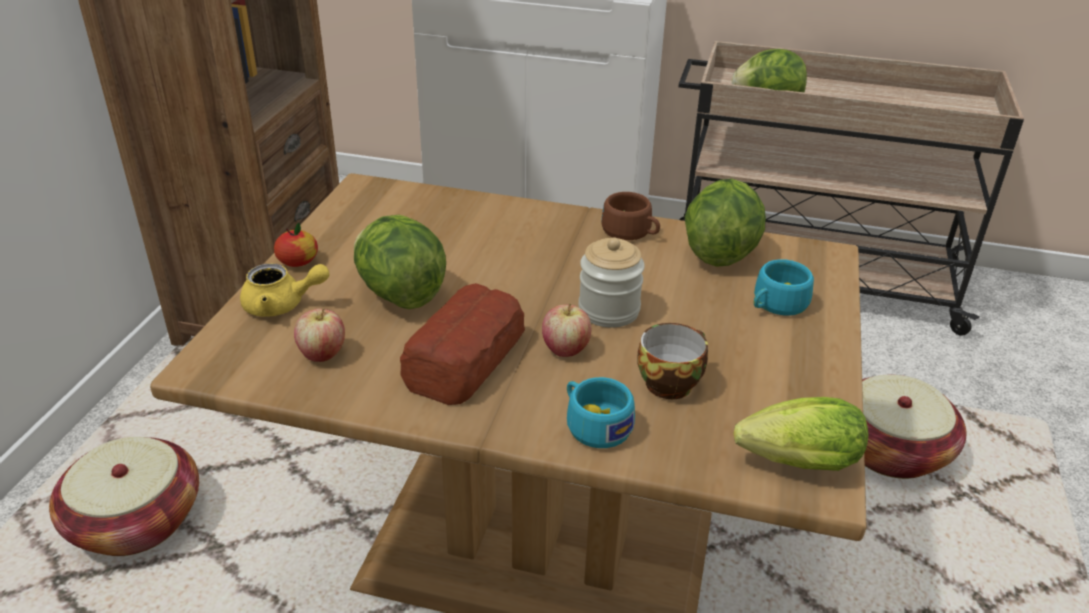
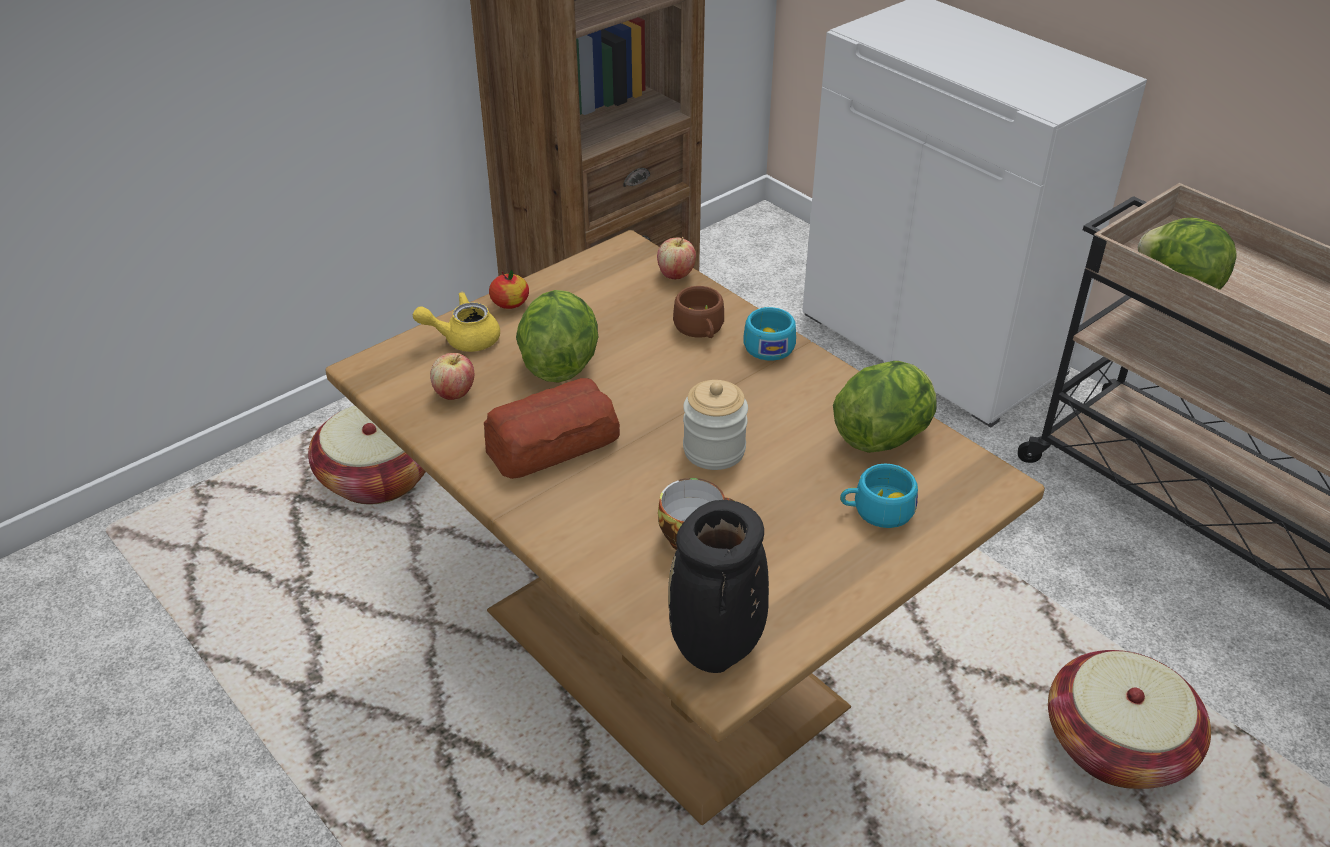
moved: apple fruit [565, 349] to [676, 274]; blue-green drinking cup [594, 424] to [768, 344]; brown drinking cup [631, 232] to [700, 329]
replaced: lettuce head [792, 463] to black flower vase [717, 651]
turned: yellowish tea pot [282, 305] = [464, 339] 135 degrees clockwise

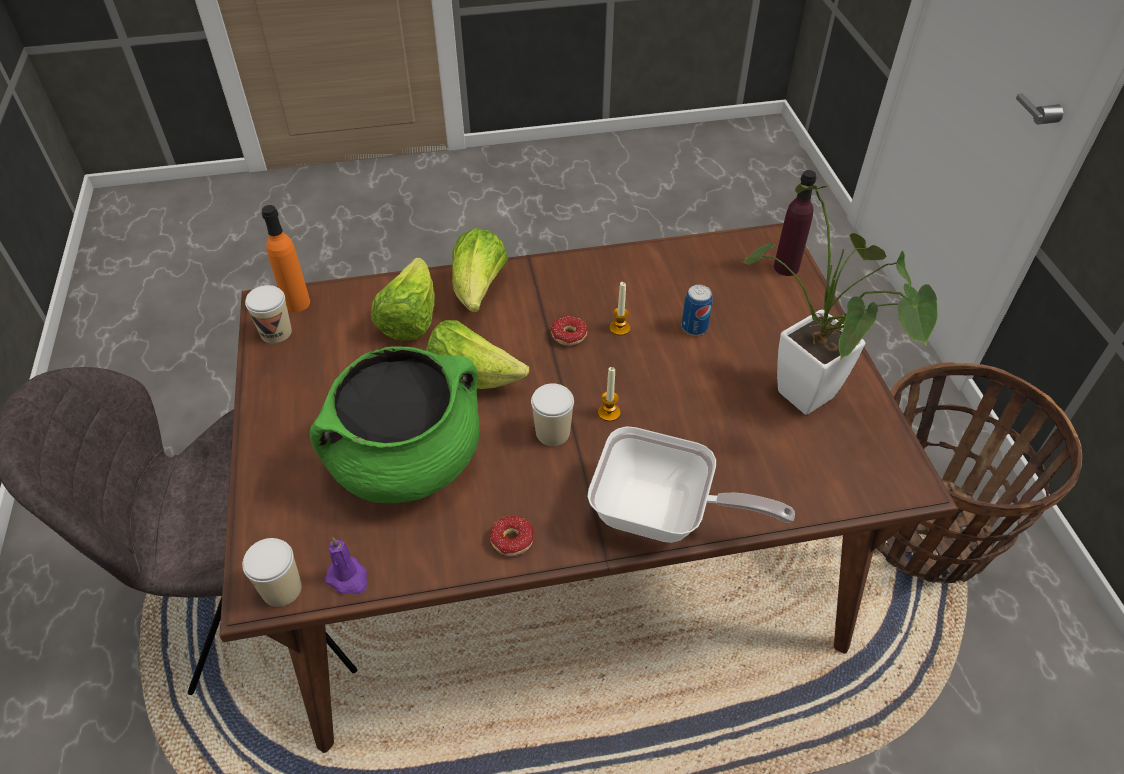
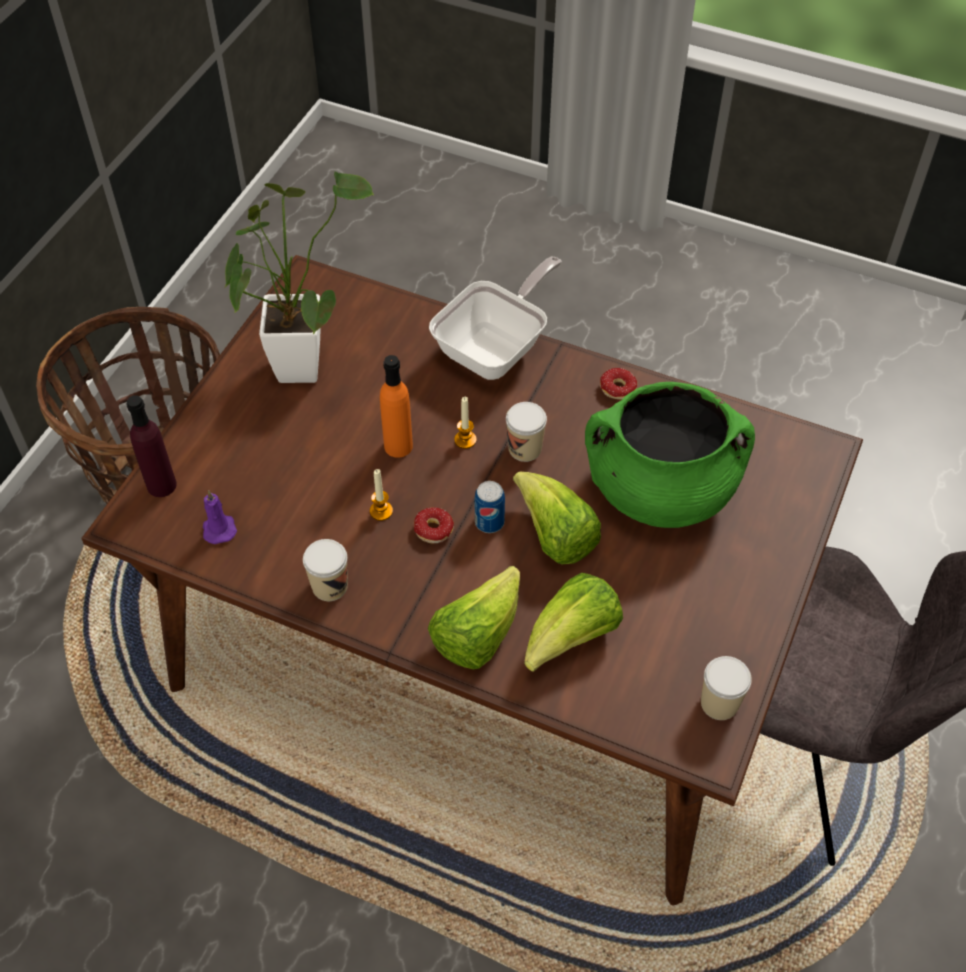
moved: drinking cup [281, 589] to [329, 586]; orange beverage bottle [297, 303] to [398, 446]; purplish candle [348, 578] to [219, 528]; sealed can [694, 327] to [489, 522]
turned: skillet [663, 515] = [496, 348] 75 degrees clockwise

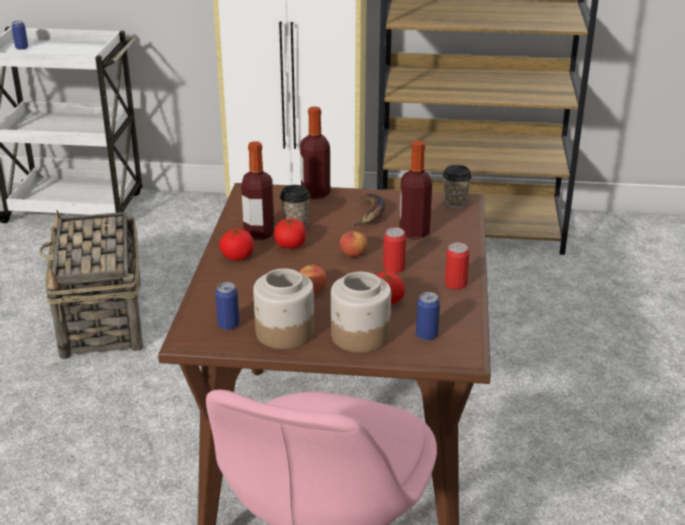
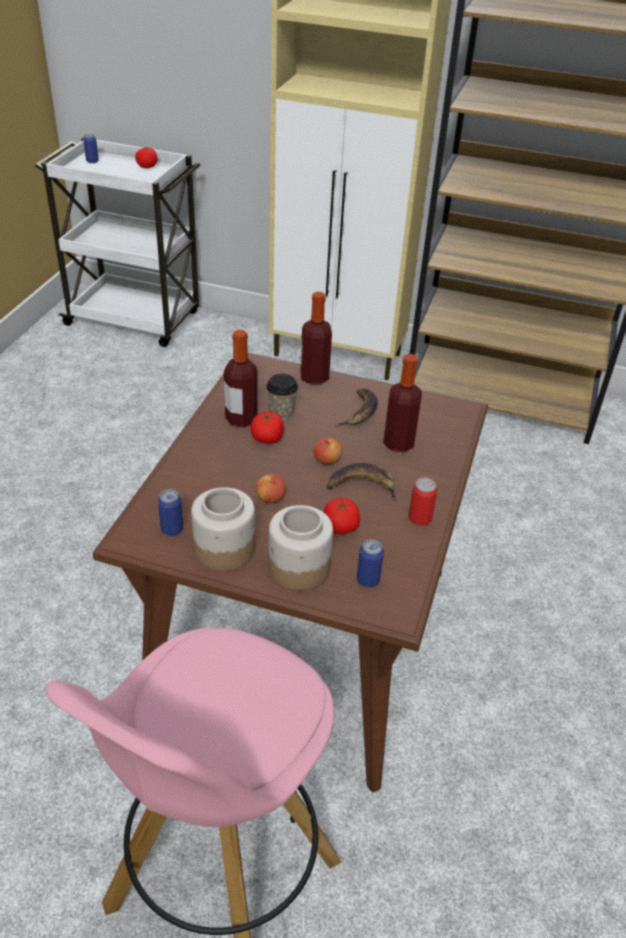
removed: basket [102, 319]; drinking cup [455, 203]
moved: tomato [237, 256] to [147, 166]
replaced: sealed can [393, 268] to banana fruit [362, 486]

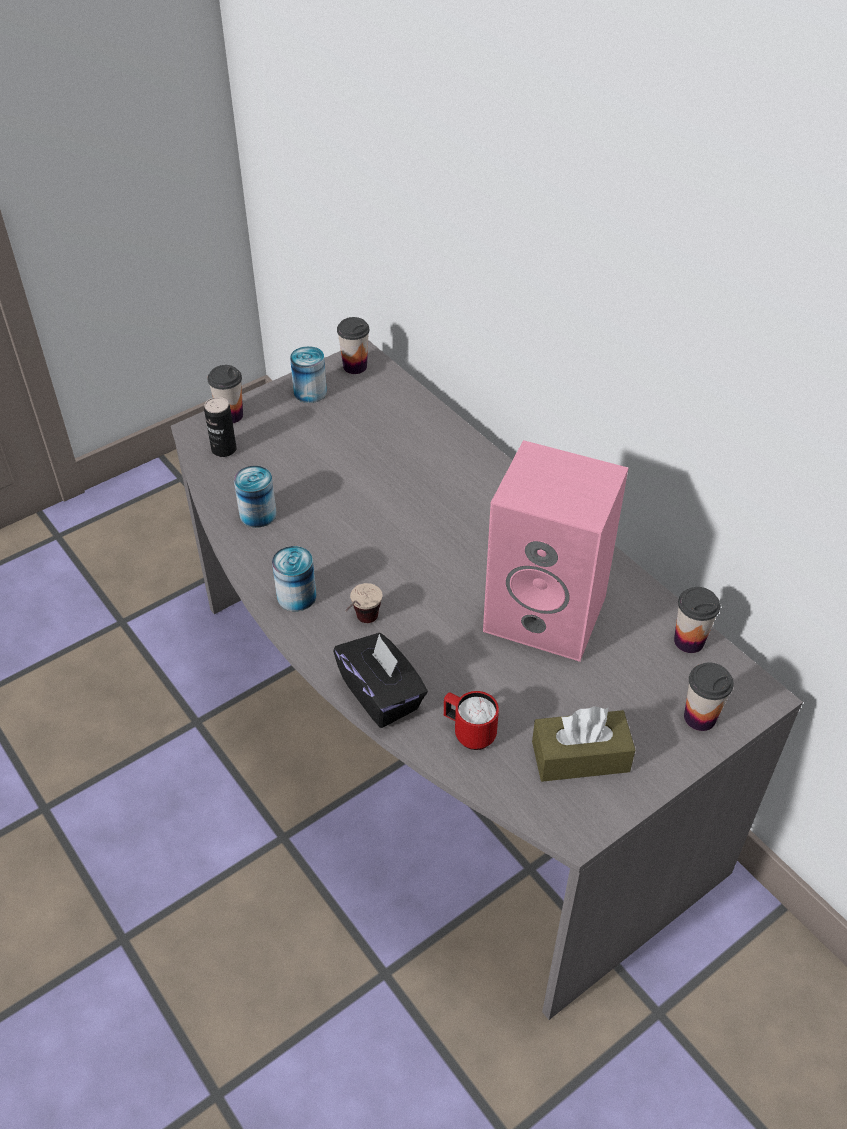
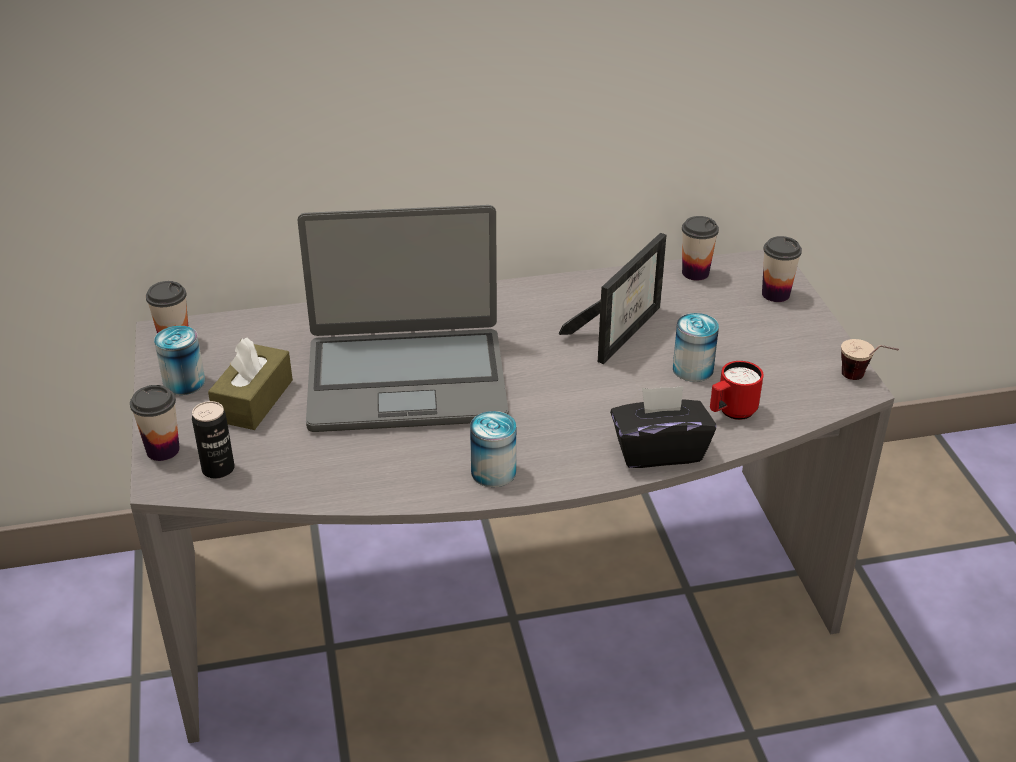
added: laptop [406, 380]
moved: sealed can [258, 514] to [693, 369]; drinking cup [361, 625] to [863, 380]; brown tissue box [580, 756] to [253, 400]
replaced: pink audio speaker [548, 613] to picture frame [620, 329]

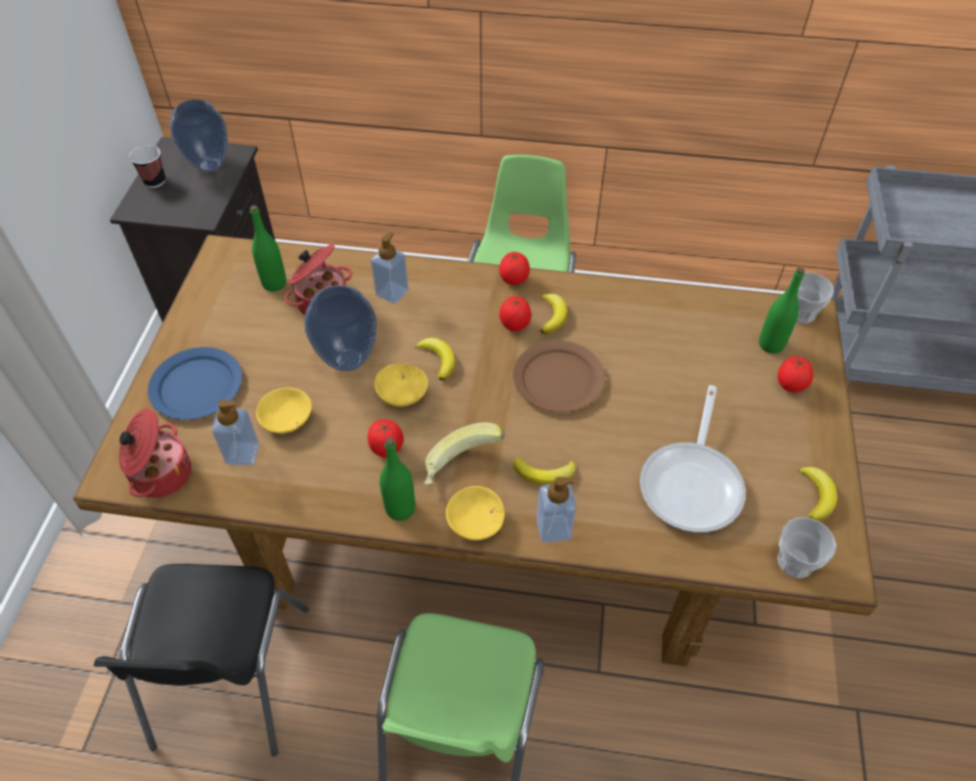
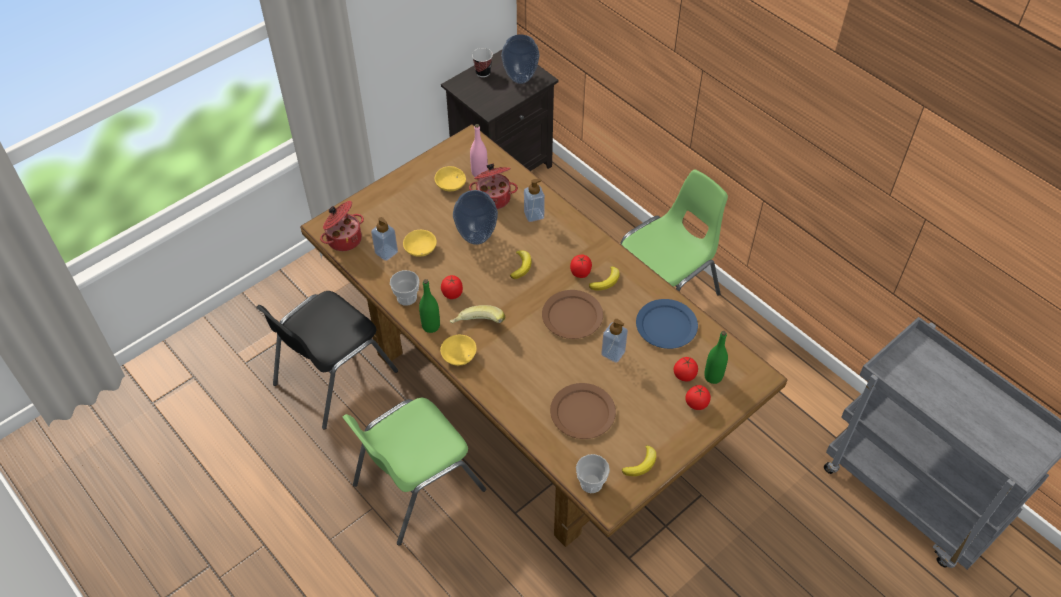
removed: banana fruit [545, 473]
moved: blue flat dish [197, 386] to [666, 326]; yellowish serving bowl [400, 394] to [449, 185]; tomato [513, 280] to [684, 376]; soap dispenser [553, 528] to [613, 353]; drinking cup [801, 313] to [406, 297]
replaced: skillet [693, 483] to brown flat dish [583, 413]
recoloured: green beverage bottle [274, 283] to pink beverage bottle [479, 173]

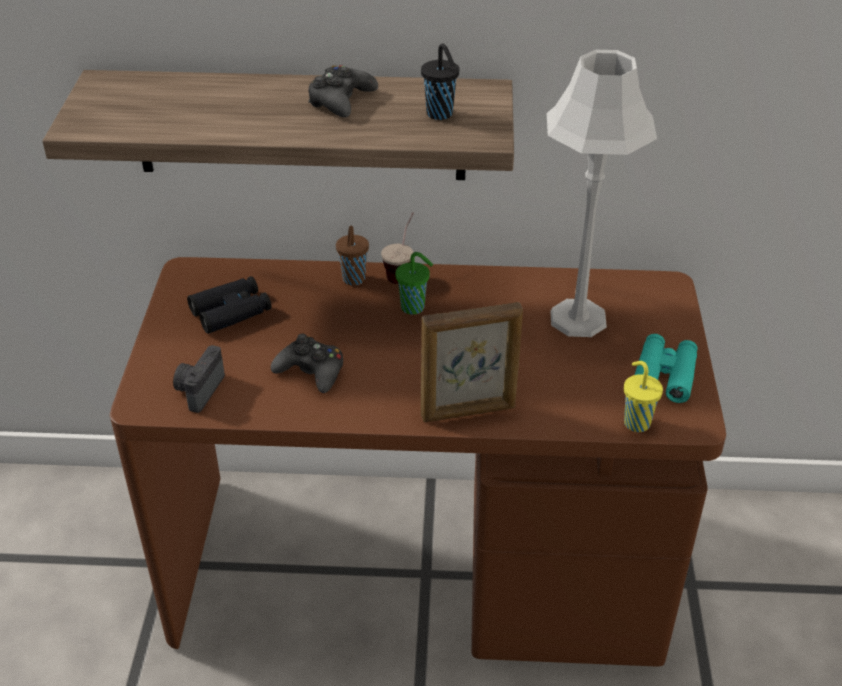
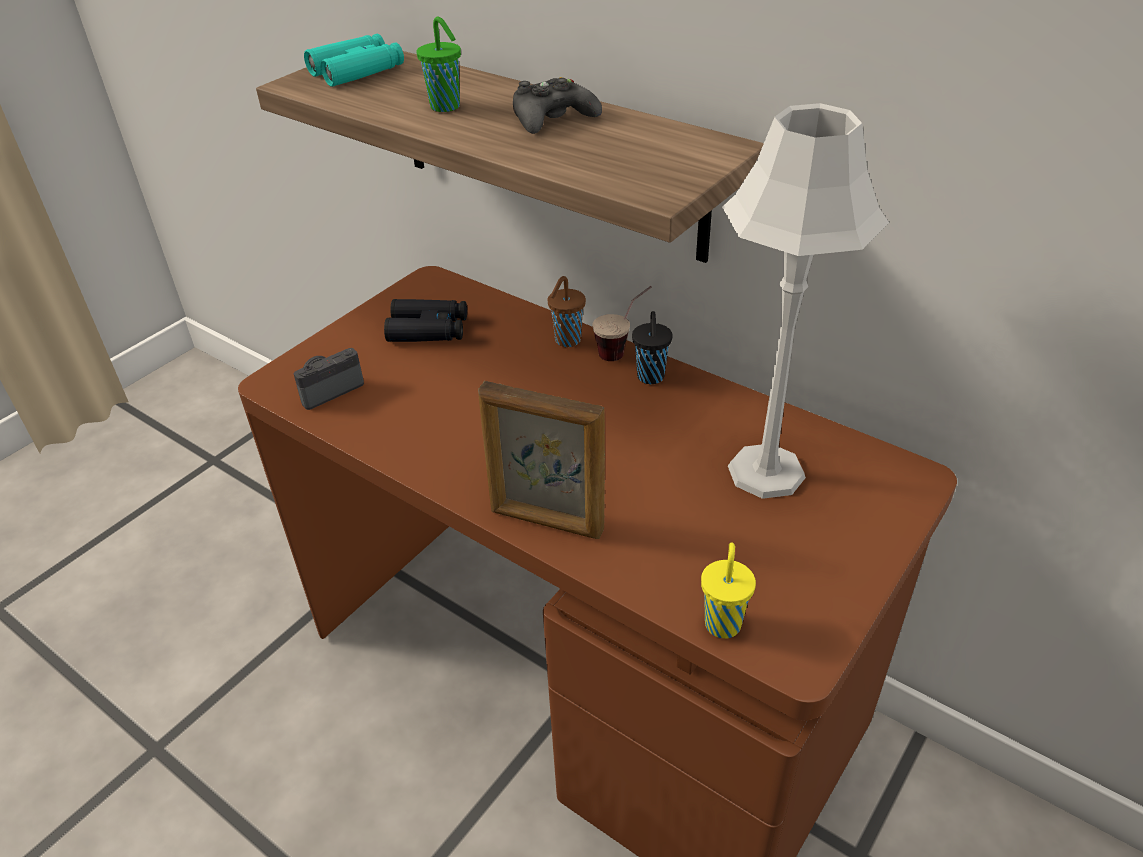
removed: black joypad [311, 371]
moved: green drinking cup [414, 308] to [446, 107]; black drinking cup [440, 114] to [650, 378]; blue-green pair of binoculars [664, 375] to [357, 71]

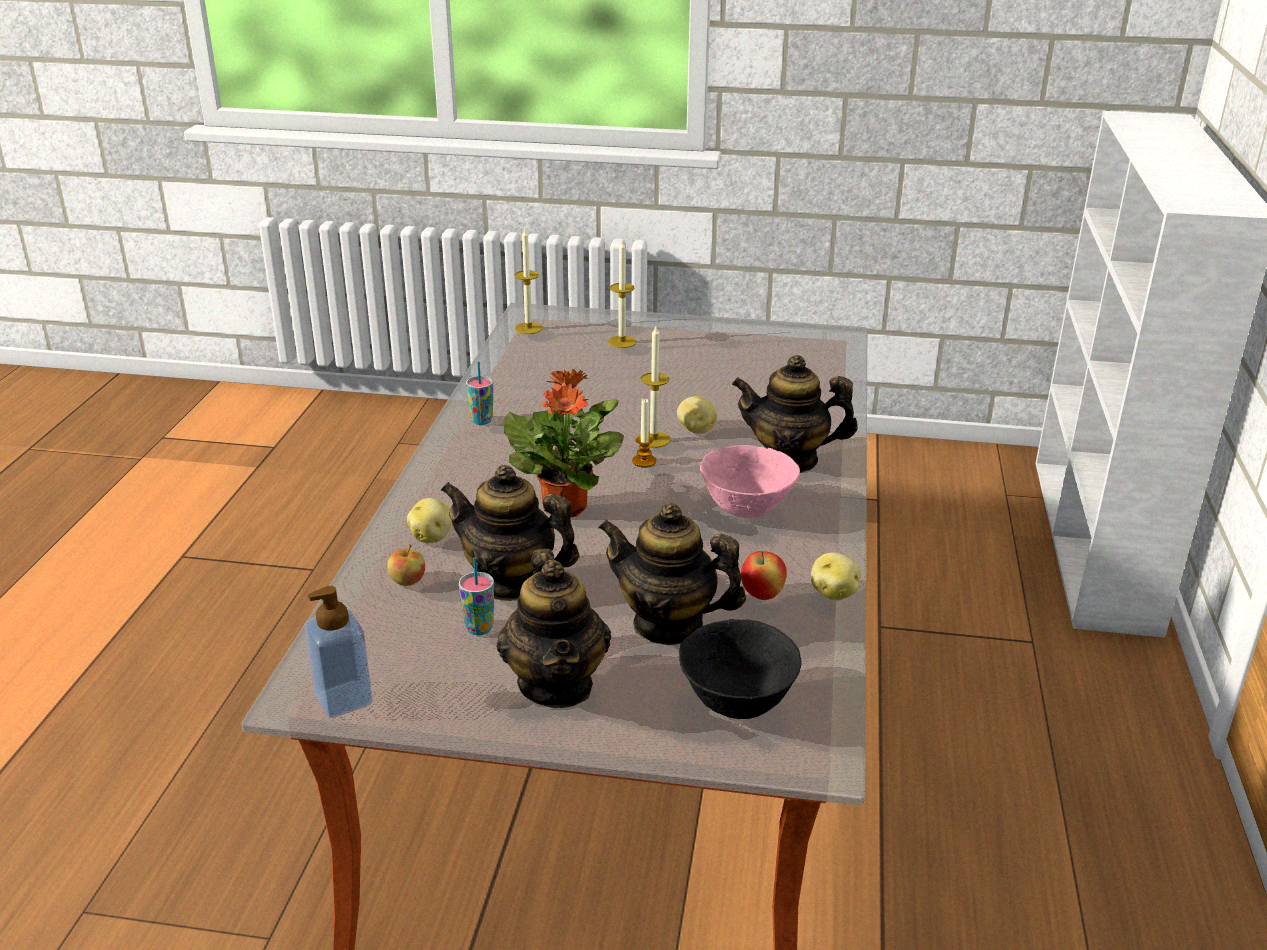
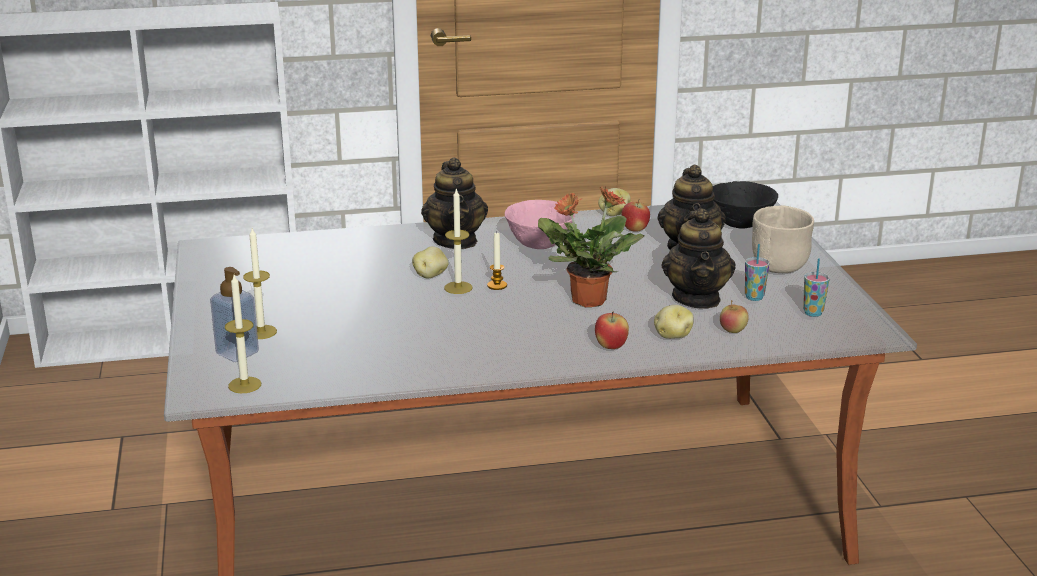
added: apple fruit [611, 347]
moved: soap dispenser [344, 699] to [237, 353]; drinking cup [482, 421] to [813, 313]
replaced: tea pot [556, 684] to beige-coloured serving bowl [778, 267]

